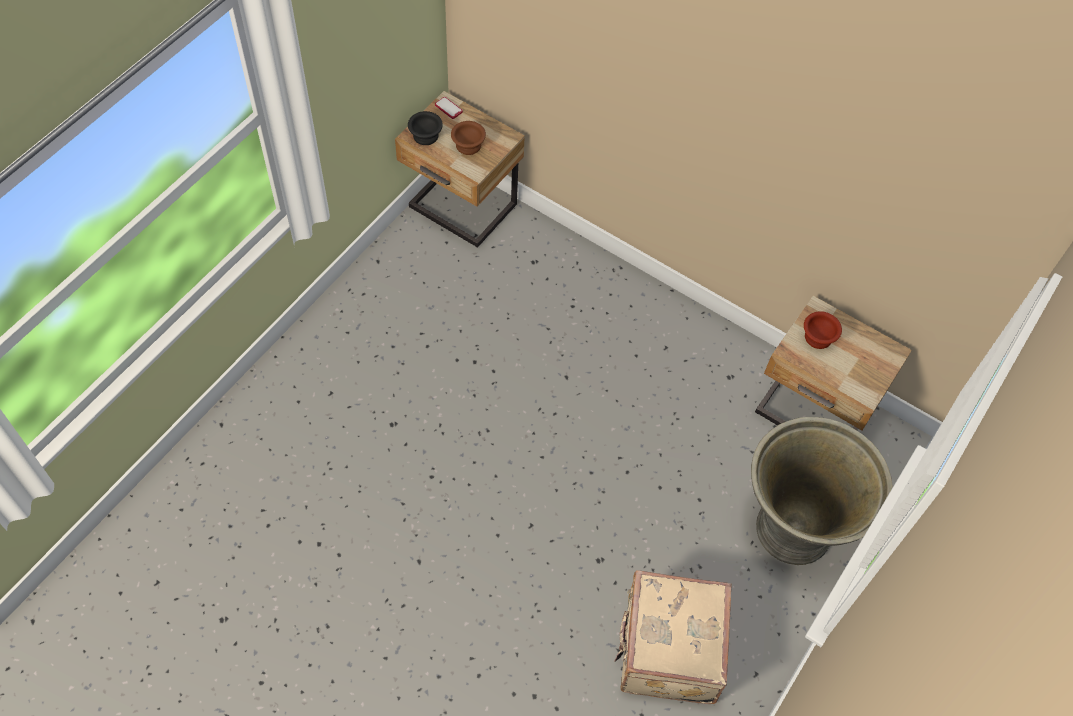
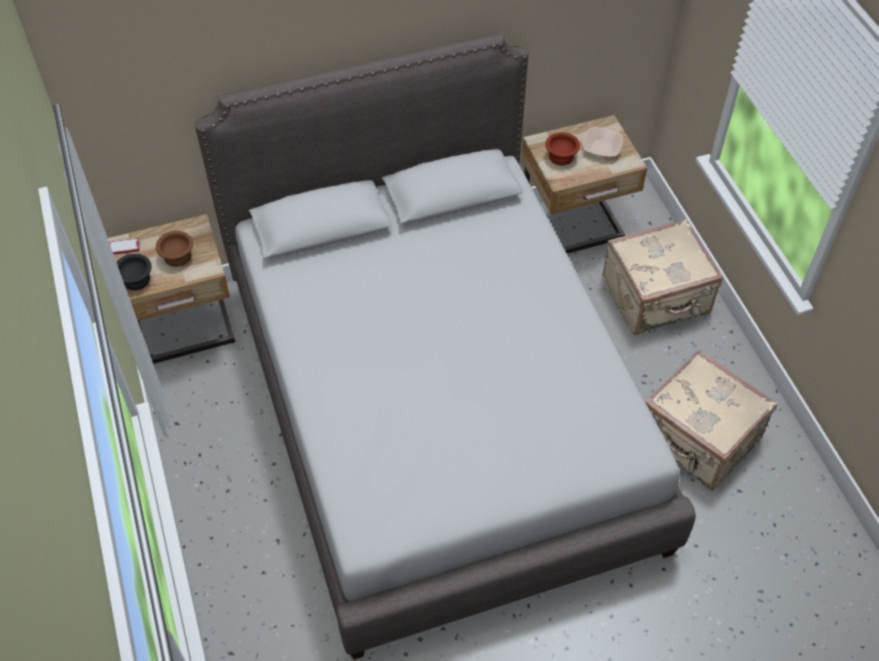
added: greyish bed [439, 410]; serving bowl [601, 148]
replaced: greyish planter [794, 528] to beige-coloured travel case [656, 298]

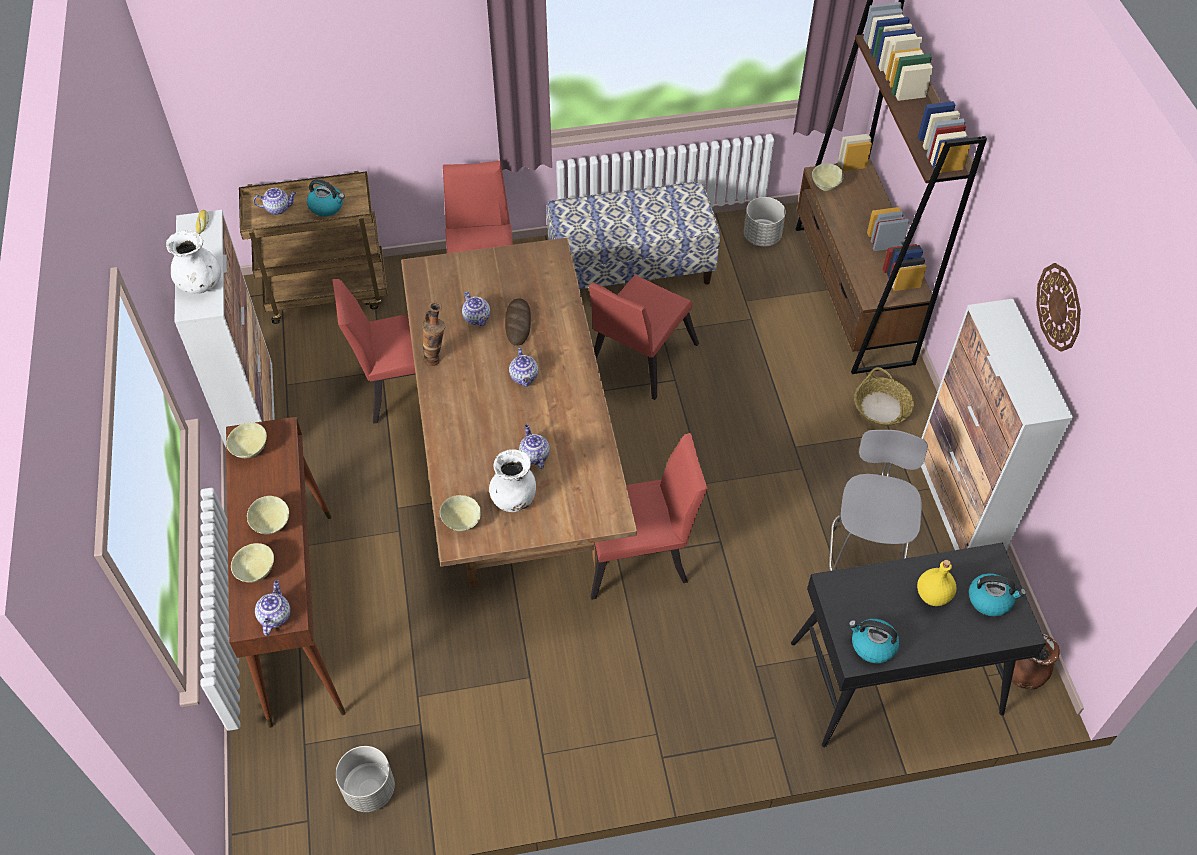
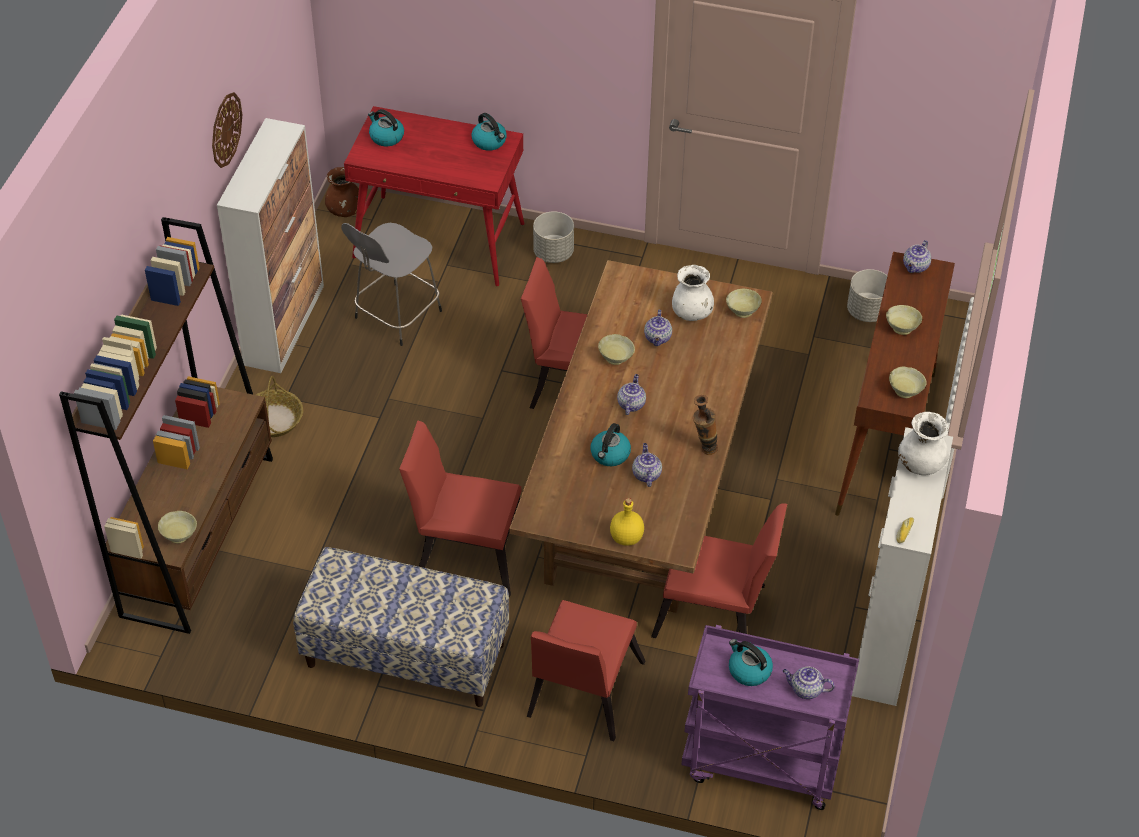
moved: beige-coloured serving bowl [256, 571] to [616, 358]; greyish planter [762, 237] to [553, 253]; yellowish beverage bottle [932, 594] to [626, 538]
replaced: baked bread [518, 324] to kettle [610, 455]
recoloured: brown trolley [328, 292] to purplish trolley [759, 764]; black desk [894, 679] to red desk [440, 240]
turned: red upright chair [638, 360] = [465, 551] 135 degrees counterclockwise

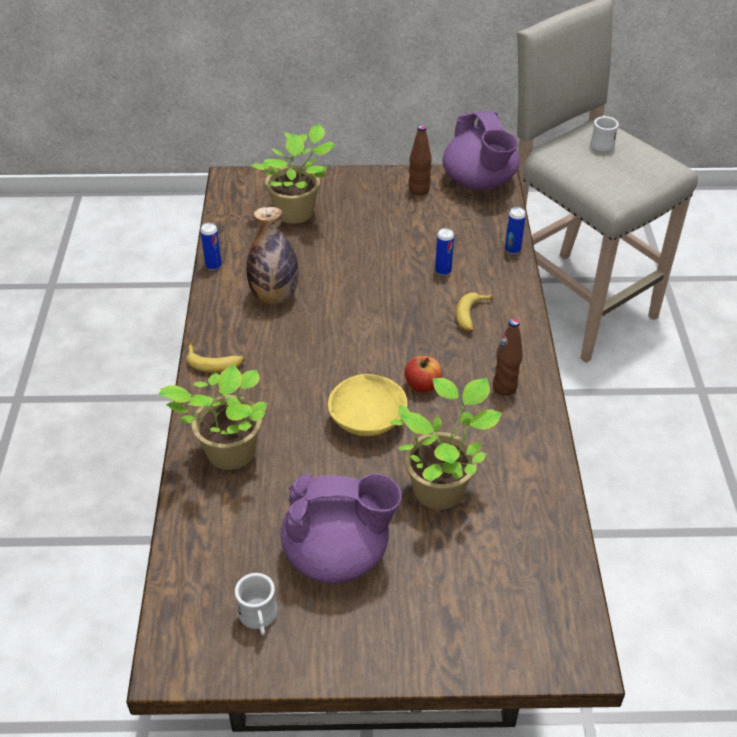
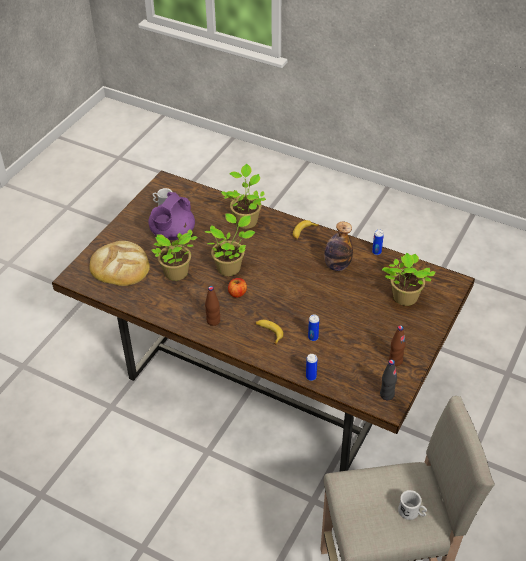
added: baked bread [120, 266]
replaced: yellowish serving bowl [369, 421] to plant in a pot [230, 267]; purplish tea pot [479, 182] to black beverage bottle [387, 395]

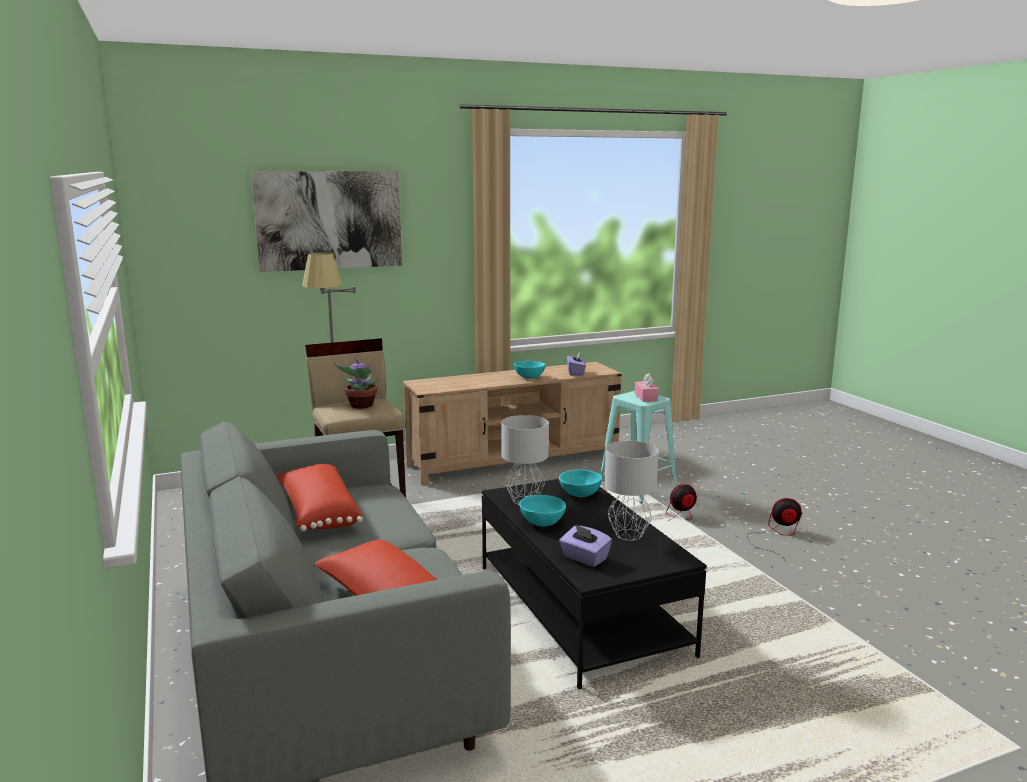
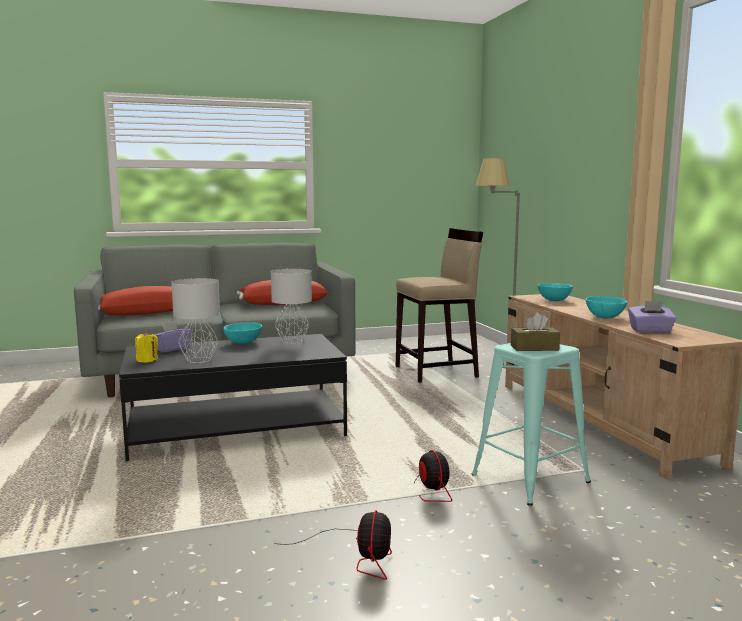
removed: wall picture [329, 220]; plant in a pot [360, 406]
added: yellowish candle [147, 360]
moved: blue-green serving bowl [579, 495] to [553, 300]
recoloured: pink tissue box [646, 397] to brown tissue box [534, 348]

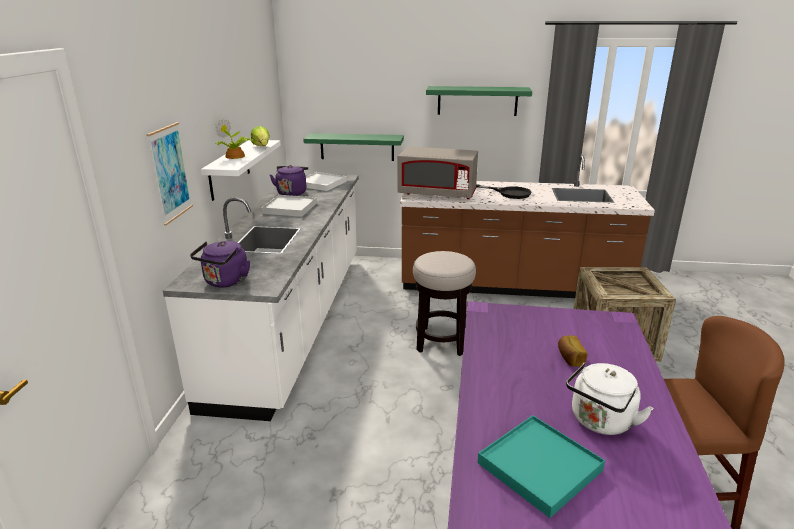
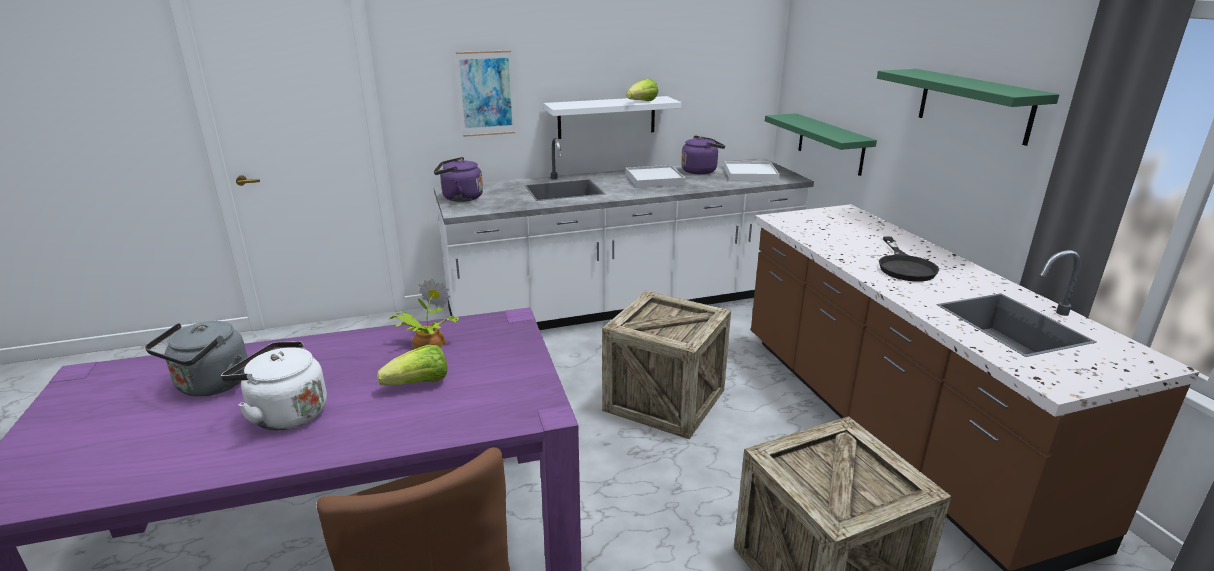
removed: greyish microwave oven [437, 194]
moved: plant in a pot [235, 156] to [426, 344]
replaced: stool [441, 341] to crate [664, 400]; blue-green tray [539, 467] to greyish kettle [211, 386]; baked bread [569, 358] to lettuce head [419, 384]

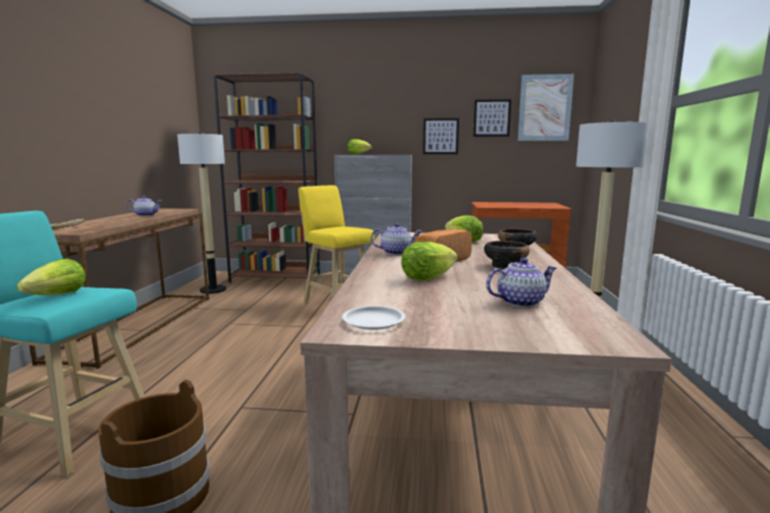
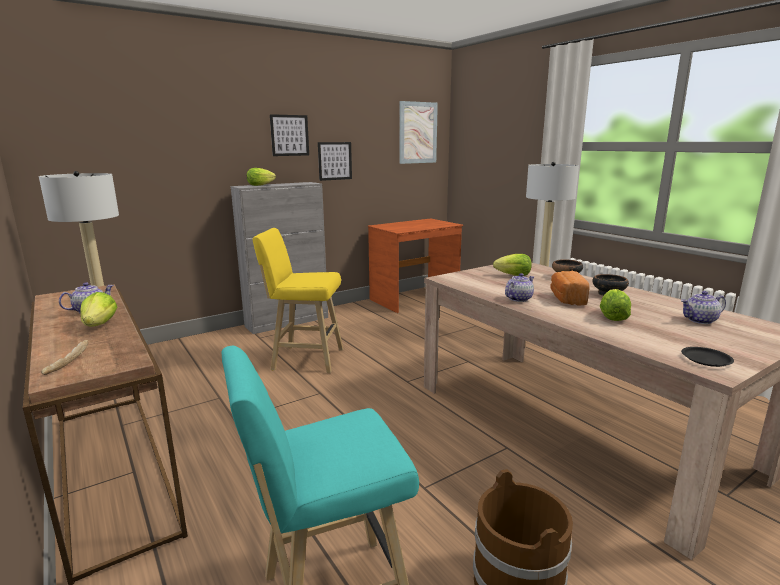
removed: brown bookcase [276, 278]
moved: lettuce head [59, 295] to [100, 325]; wall picture [492, 118] to [289, 135]
recoloured: white-coloured flat dish [374, 322] to black flat dish [706, 359]
turned: tea pot [520, 302] = [700, 320] 135 degrees counterclockwise

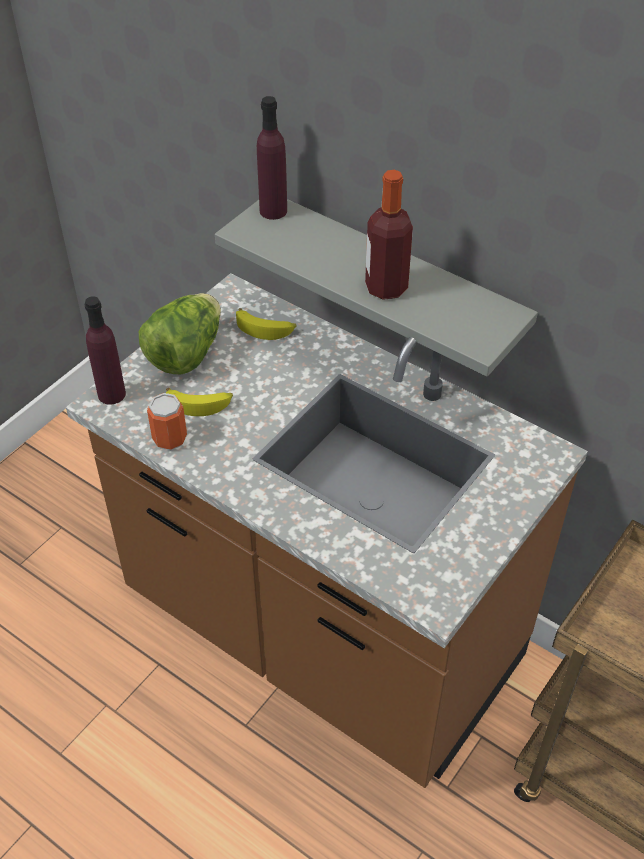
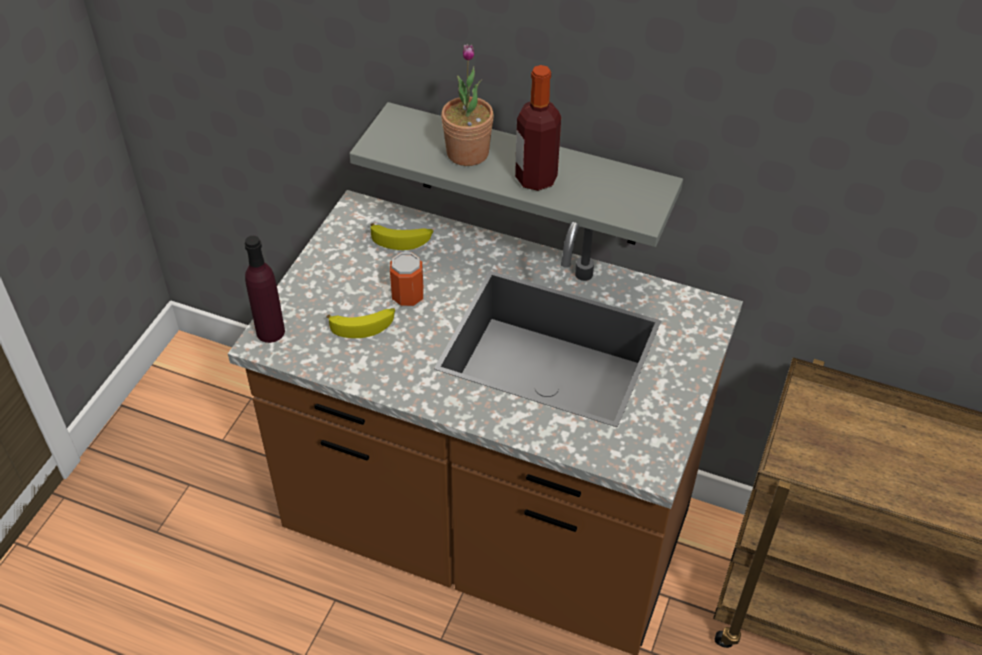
removed: lettuce head [186, 354]; purplish beverage bottle [273, 211]
added: plant in a pot [467, 153]
moved: sealed can [170, 439] to [408, 296]

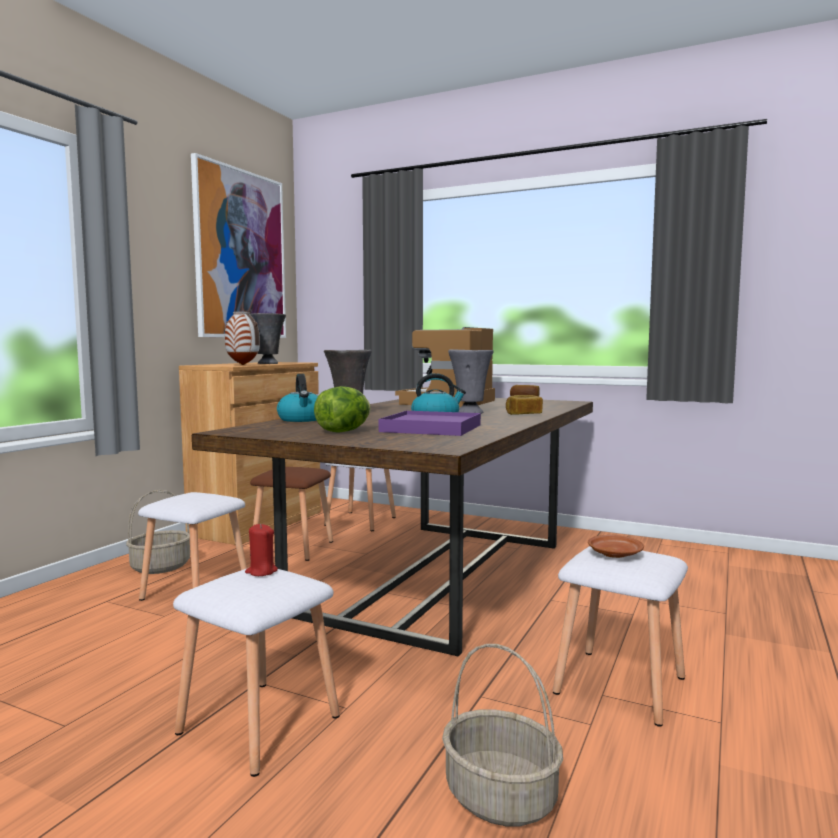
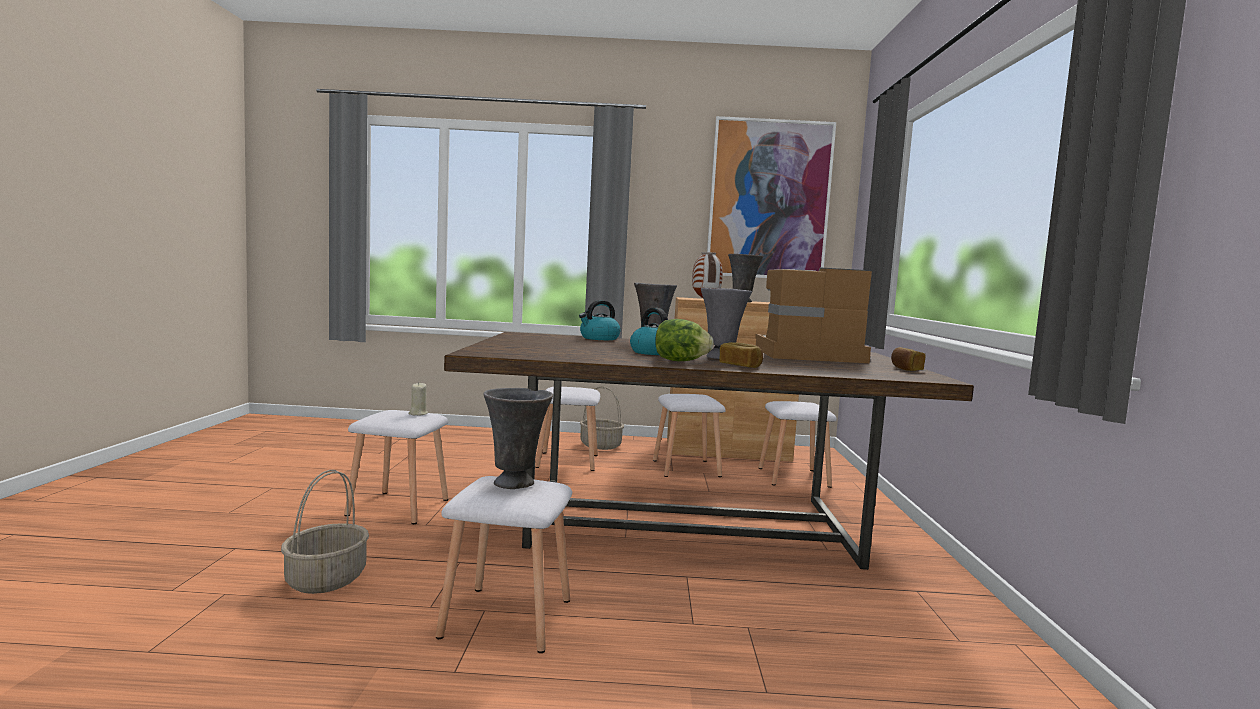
removed: purplish tray [431, 428]
moved: lettuce head [343, 431] to [680, 361]
replaced: brown flat dish [614, 554] to greyish flower vase [515, 484]
recoloured: red candle [261, 571] to beige-coloured candle [418, 413]; brown stool [292, 547] to white-coloured stool [687, 468]

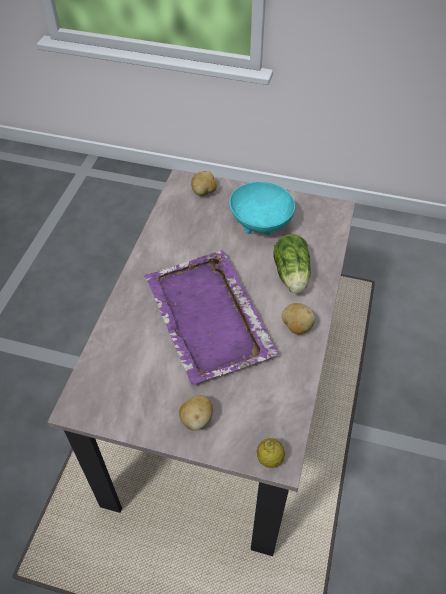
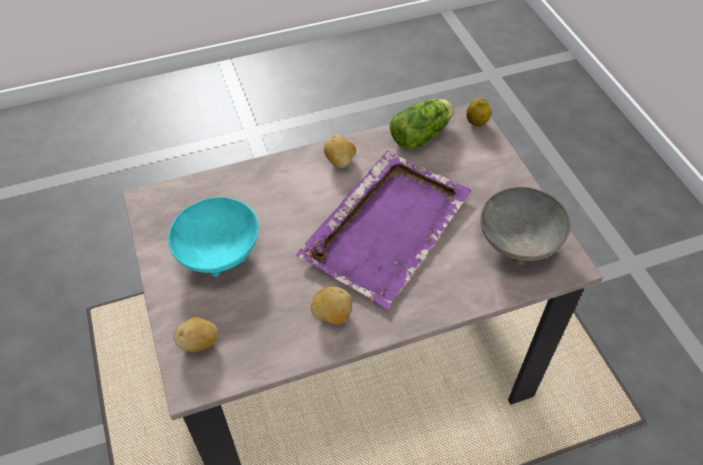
added: greyish serving bowl [518, 242]
moved: spud [196, 419] to [332, 315]; lettuce head [291, 276] to [422, 134]

